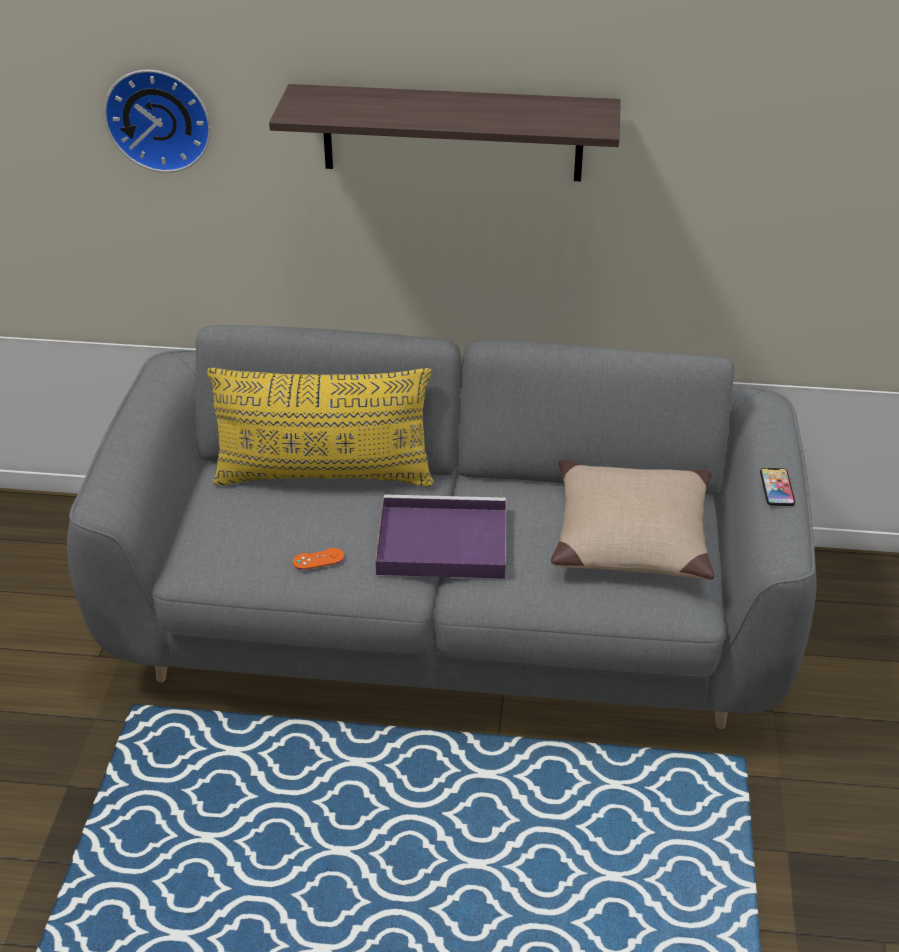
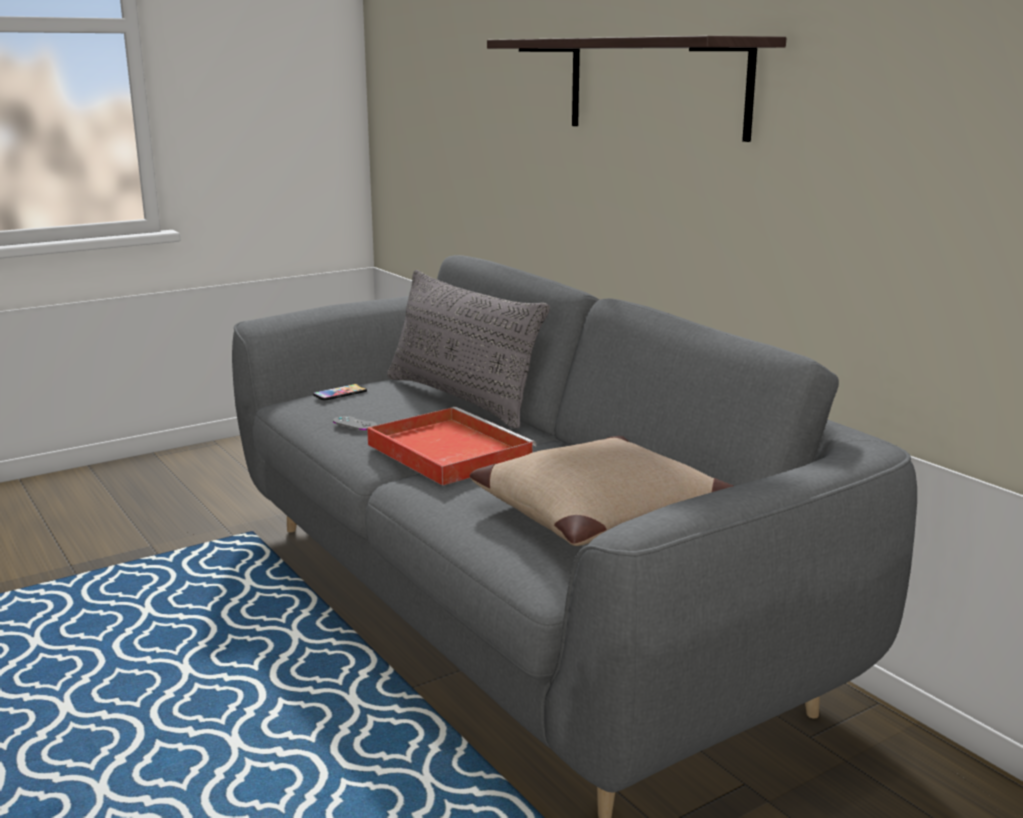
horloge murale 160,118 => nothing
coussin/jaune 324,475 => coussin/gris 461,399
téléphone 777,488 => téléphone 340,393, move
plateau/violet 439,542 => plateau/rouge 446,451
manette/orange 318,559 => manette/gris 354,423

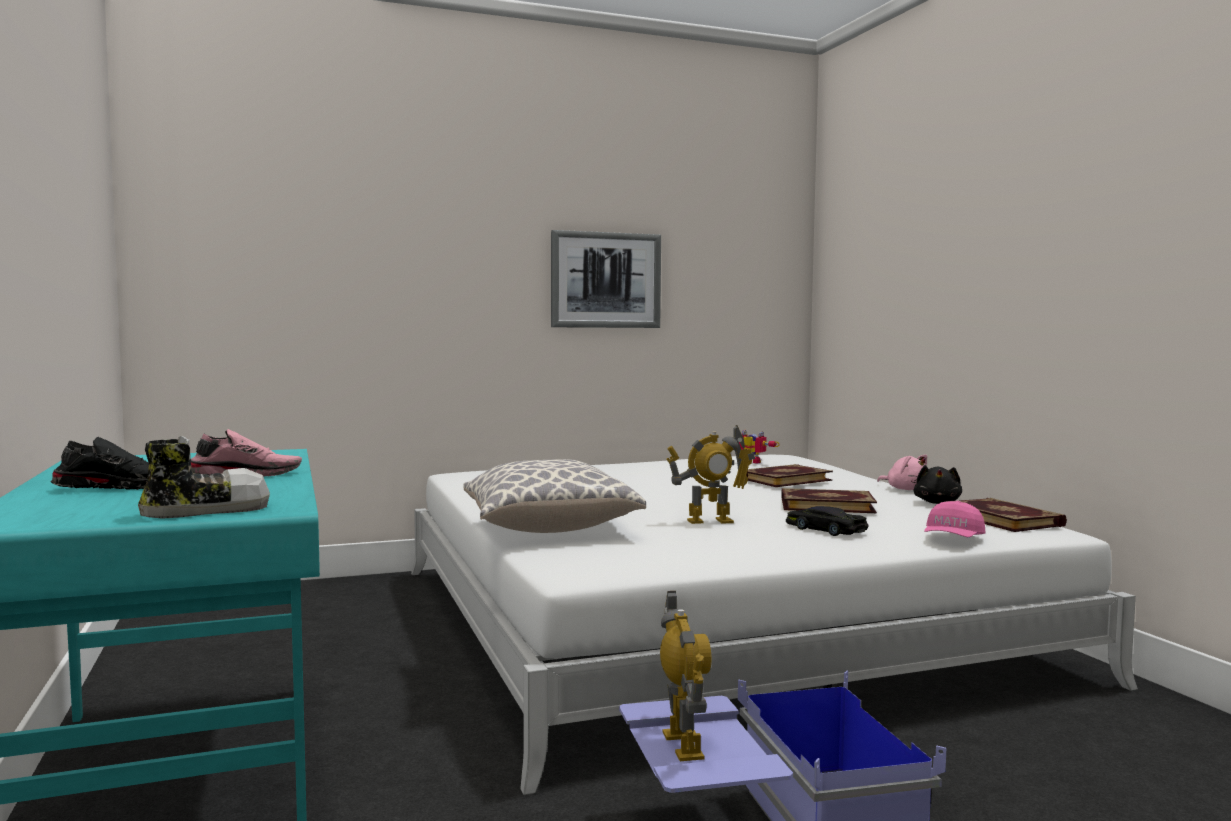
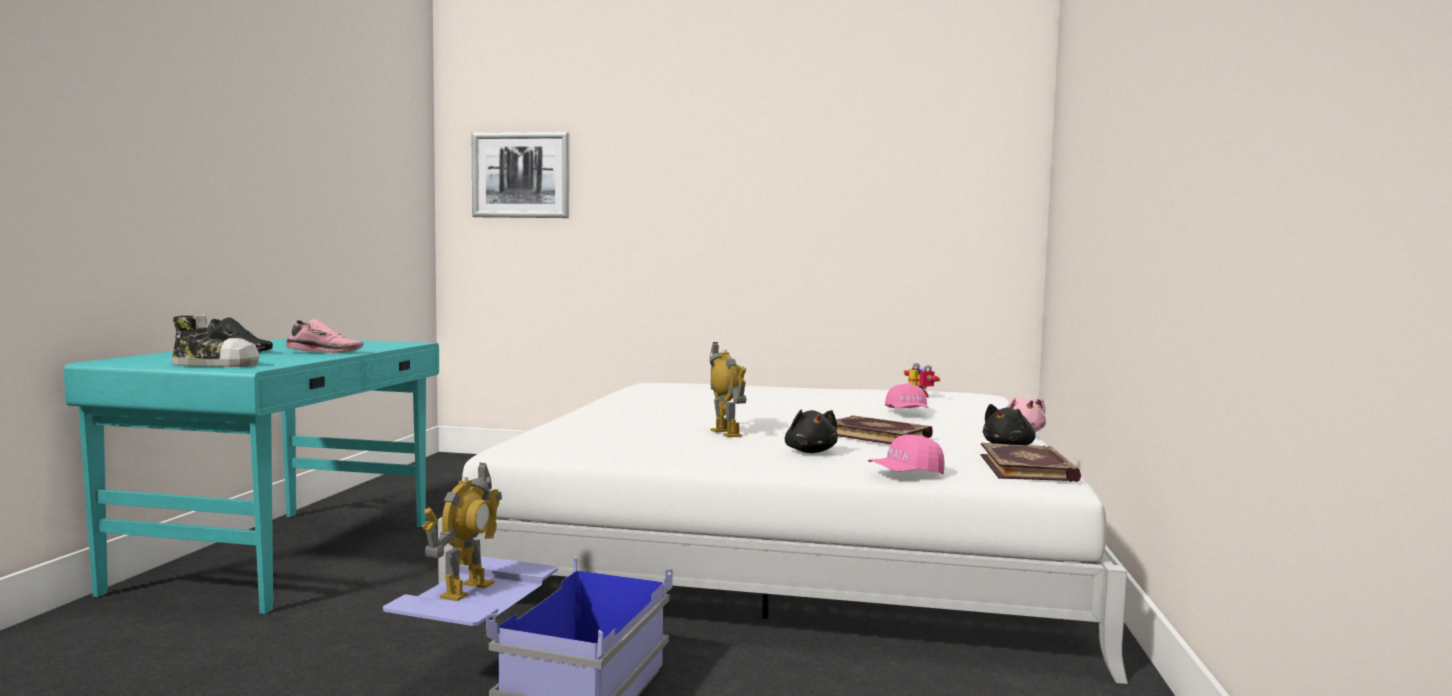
tableau 606,280 => tableau 521,175, move
robot jouet 710,521 => robot jouet 726,433, 135 degrees counterclockwise
coussin 549,529 => nothing
livre 784,479 => casquette/rose 907,412
petite voiture/noir 825,529 => peluche/noir 810,451

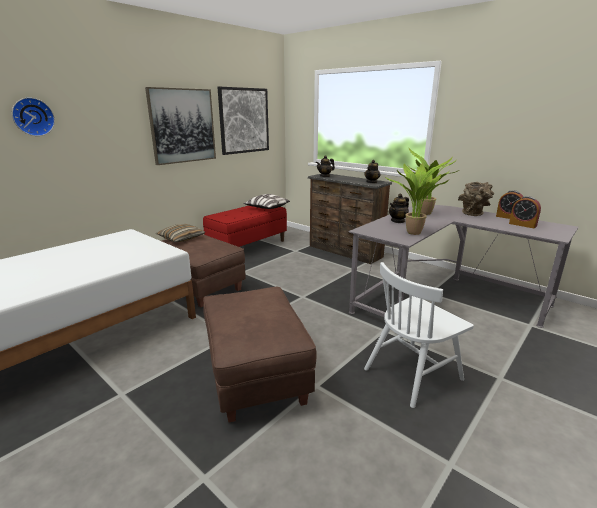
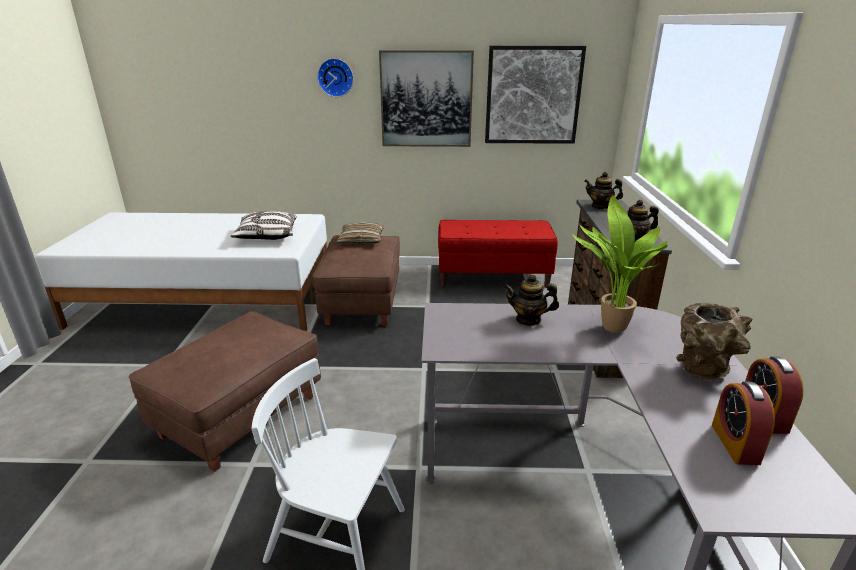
horloge murale 33,117 => horloge murale 336,77, move
plante en pot 413,232 => nothing
coussin 267,208 => coussin 267,236, move

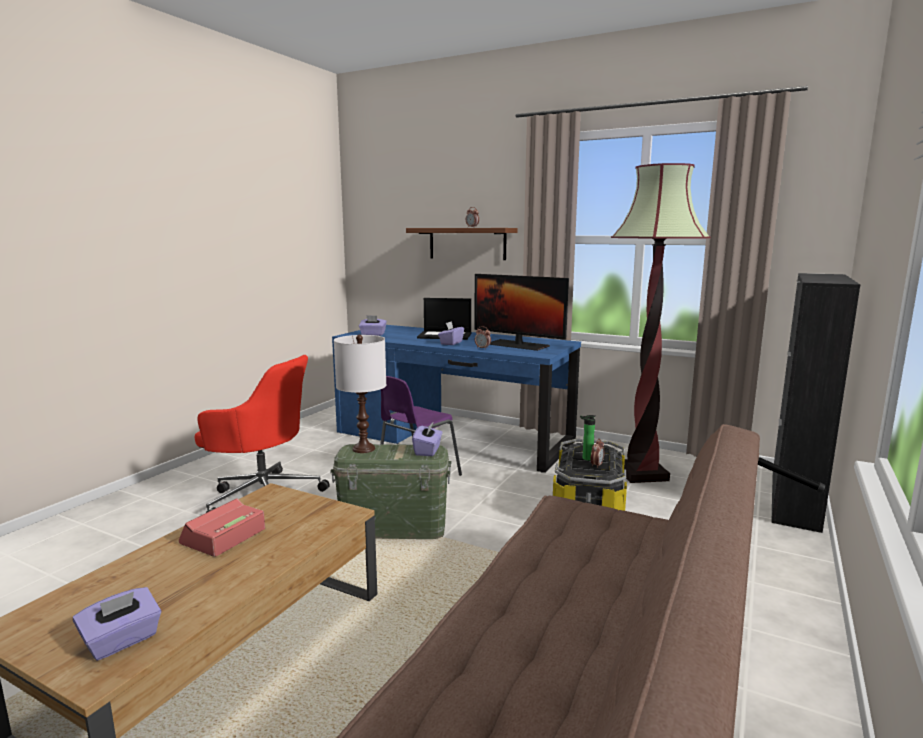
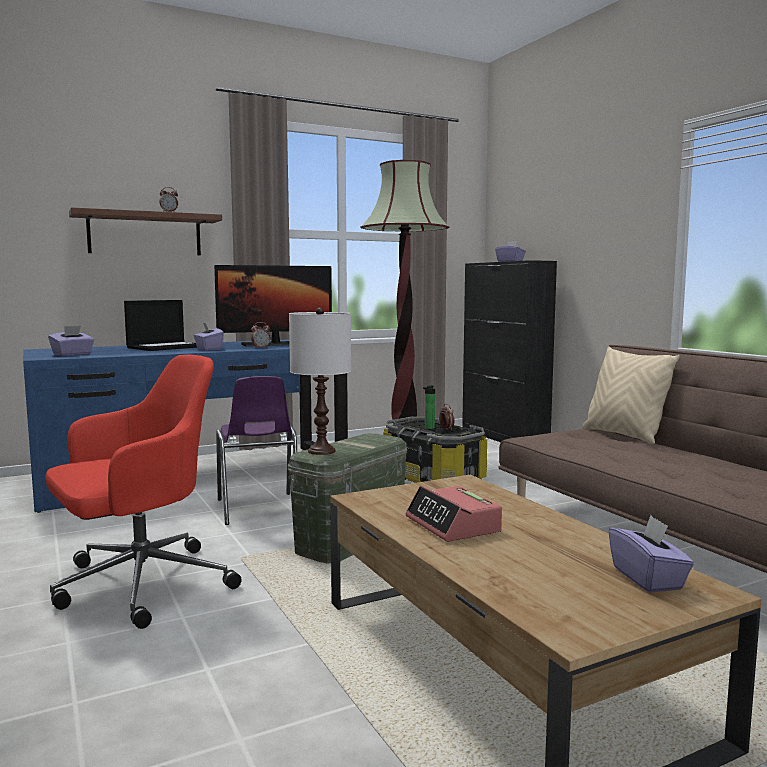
boîte à mouchoirs/violet 428,451 => boîte à mouchoirs/violet 510,262, move
nothing => coussin/beige 624,435

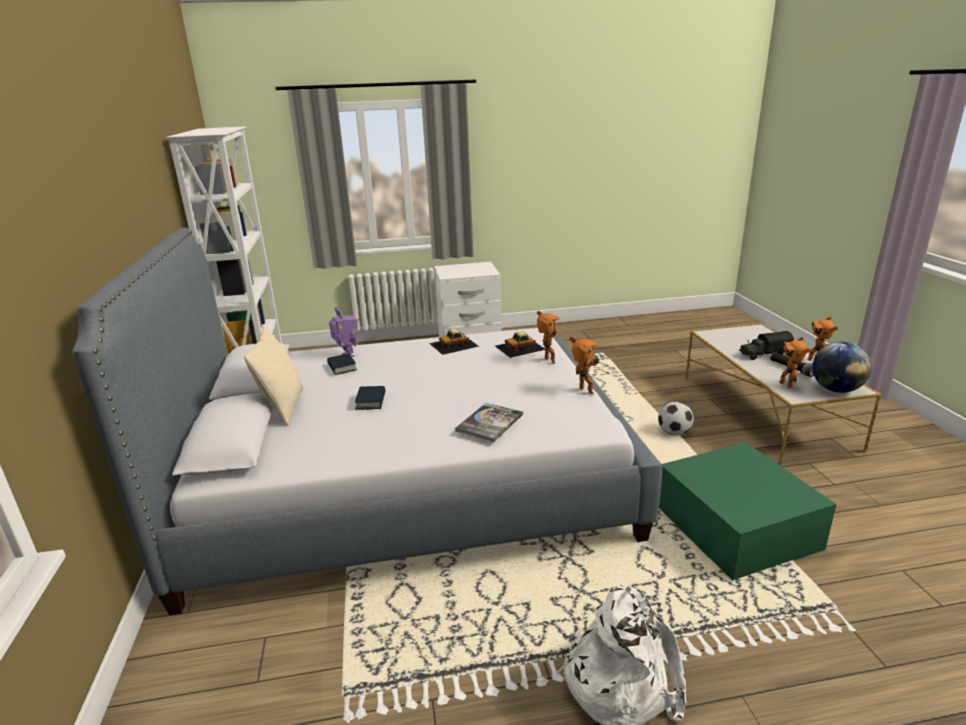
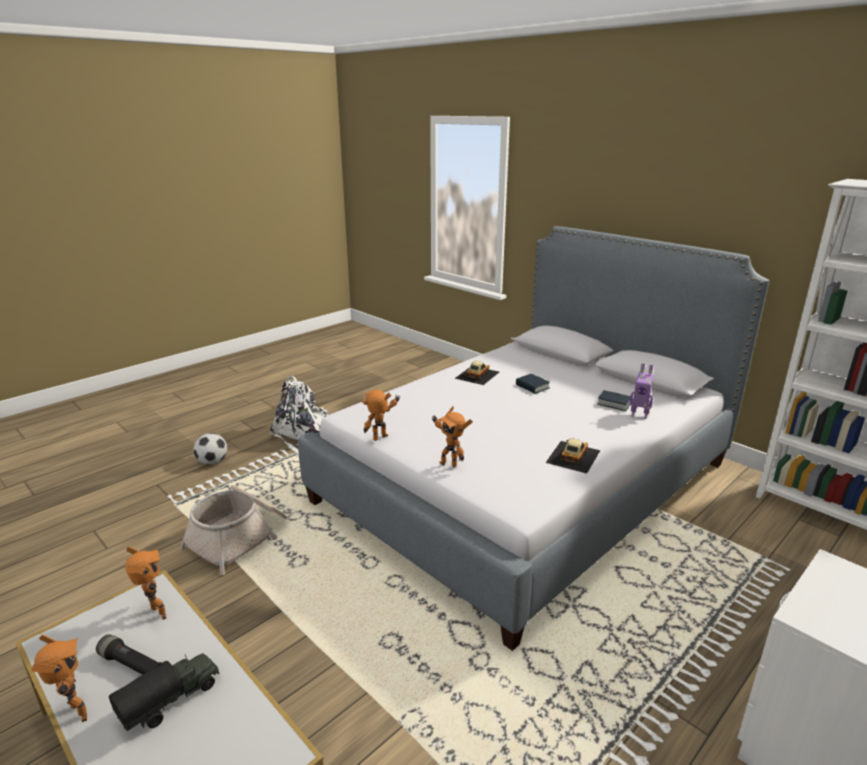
coussin/beige 283,407 => nothing
petite voiture 520,347 => petite voiture 477,375, move
robot jouet 584,391 => robot jouet 382,439, 120 degrees clockwise
globe 835,389 => nothing
ballon de foot 674,433 => ballon de foot 212,462, move
livre 489,423 => nothing
boîte de rangement/vert 736,527 => panier 239,538

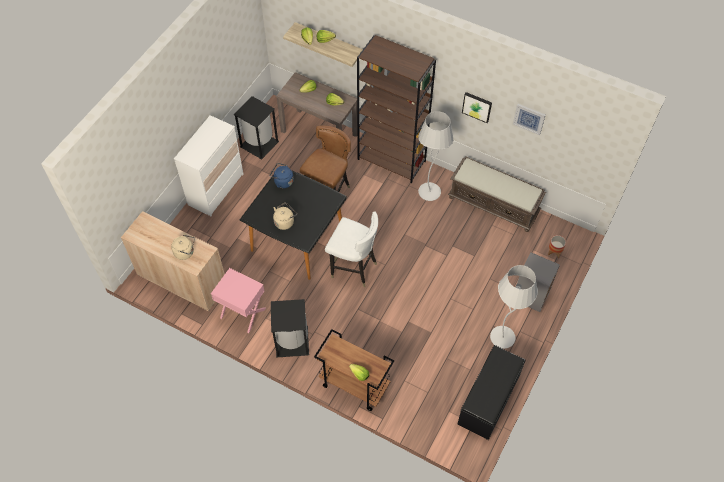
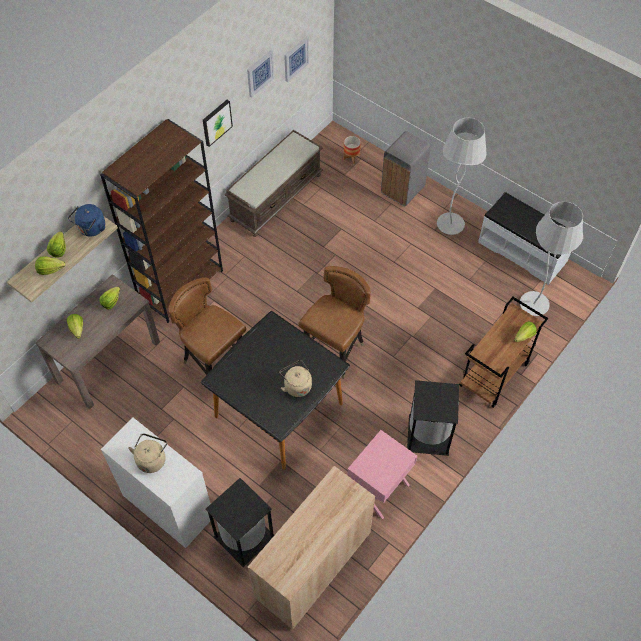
poubelle/noir 259,144 => poubelle/noir 245,536, move
lampadaire/blanc 429,192 => lampadaire/blanc 533,304, move
bouilloire/bleu 282,181 => bouilloire/bleu 91,229, move
chaise/blanc 353,268 => chaise/marron 335,352
bouilloire/beige 185,252 => bouilloire/beige 152,459, move
banc/noir 489,400 => banc/blanc 522,251
nothing => tableau 295,58

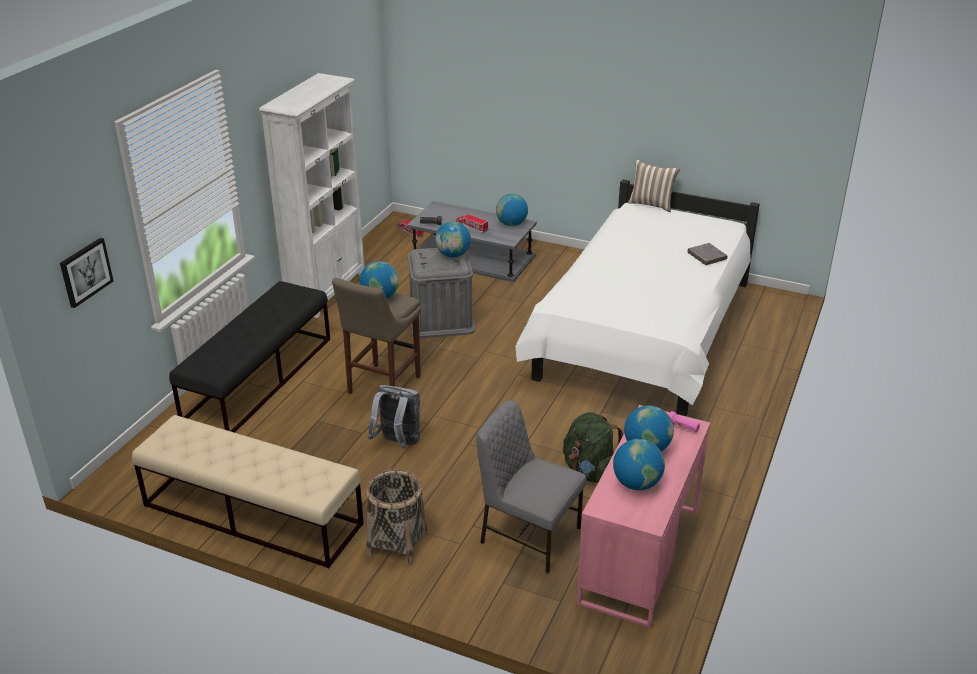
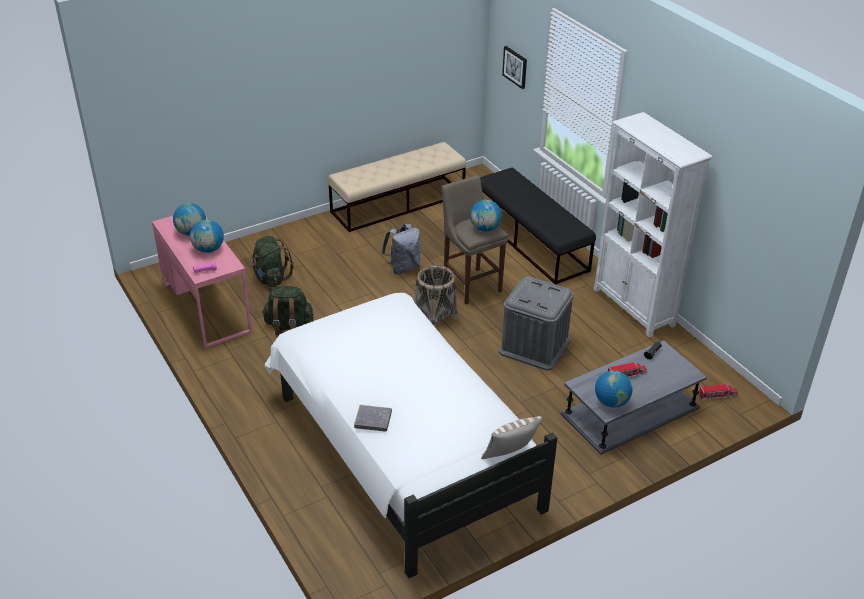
globe 453,255 => nothing
chaise/gris 528,535 => sac à dos/vert 271,278
panier 397,543 => panier 435,316, move

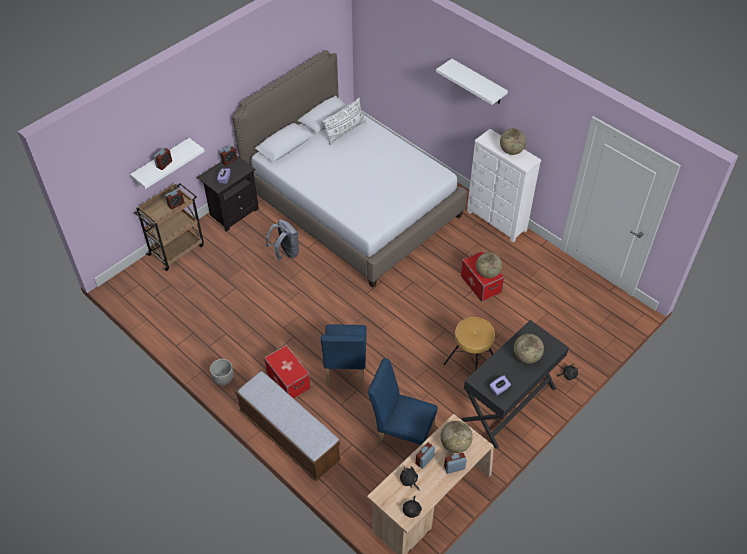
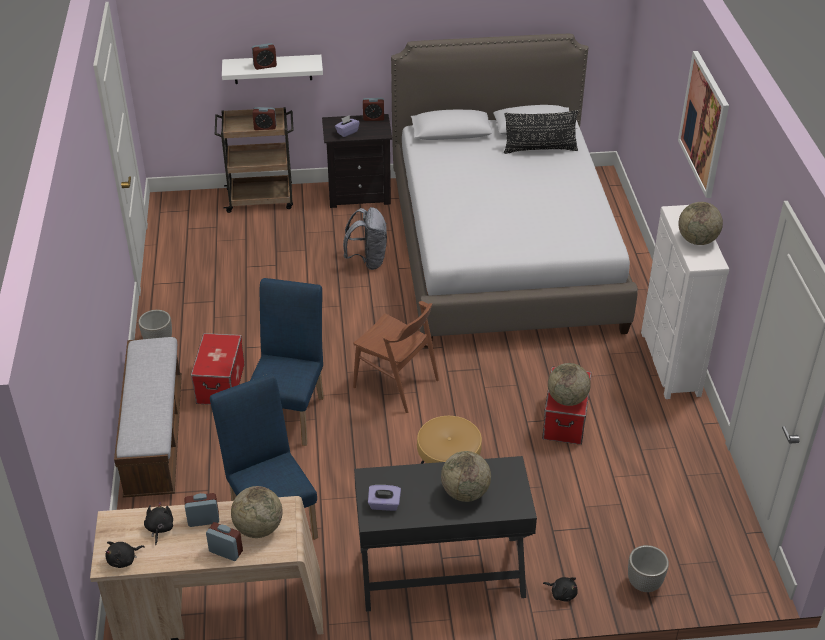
étagère/blanc 478,82 => tableau 704,124
coussin/blanc 345,131 => coussin/noir 540,149
chaise/bleu 345,371 => chaise/bleu 291,412, 150 degrees clockwise
nothing => chaise/marron 396,383
nothing => cache-pot 644,584

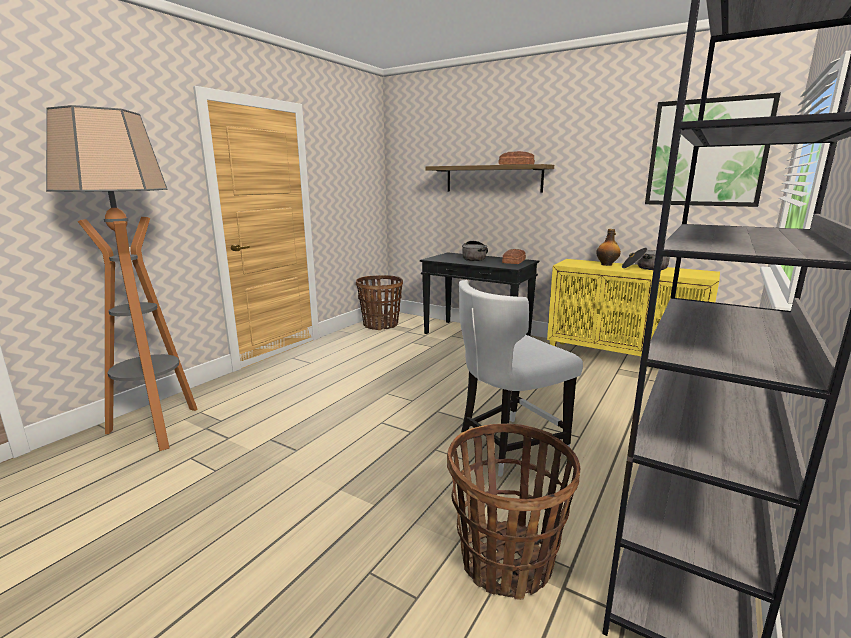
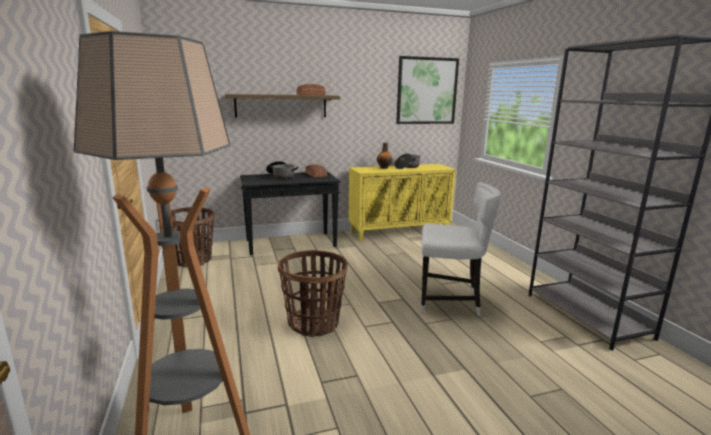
chaise/blanc 508,447 => chaise/blanc 450,302, 90 degrees counterclockwise
panier 506,560 => panier 314,323, move

